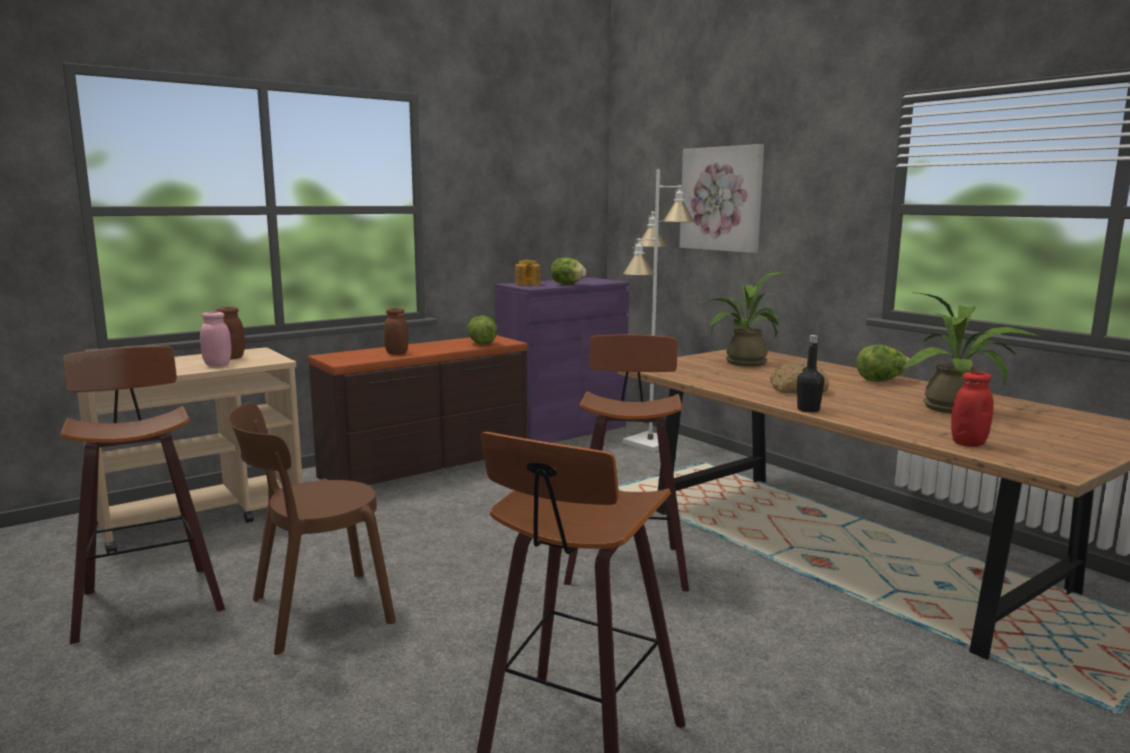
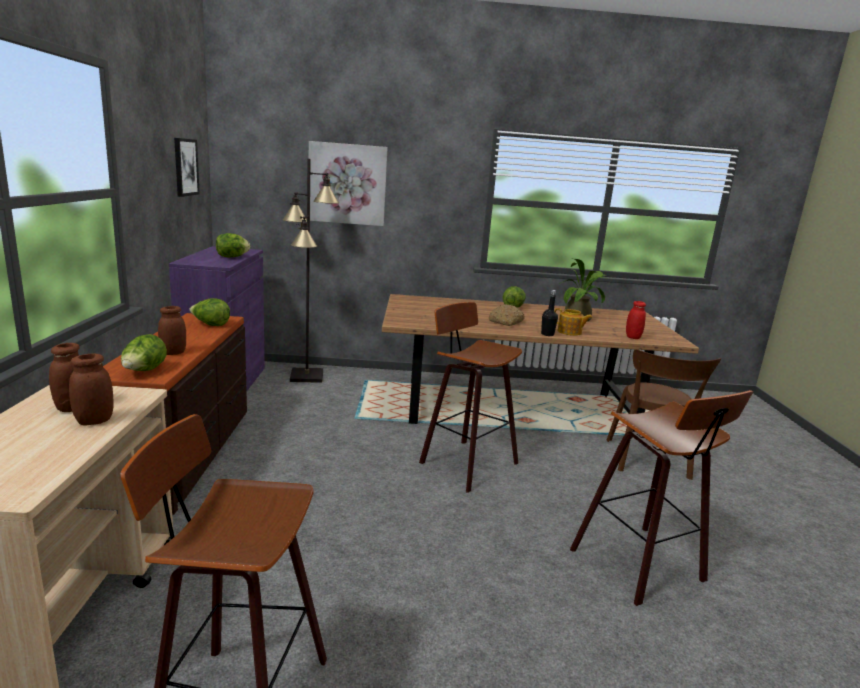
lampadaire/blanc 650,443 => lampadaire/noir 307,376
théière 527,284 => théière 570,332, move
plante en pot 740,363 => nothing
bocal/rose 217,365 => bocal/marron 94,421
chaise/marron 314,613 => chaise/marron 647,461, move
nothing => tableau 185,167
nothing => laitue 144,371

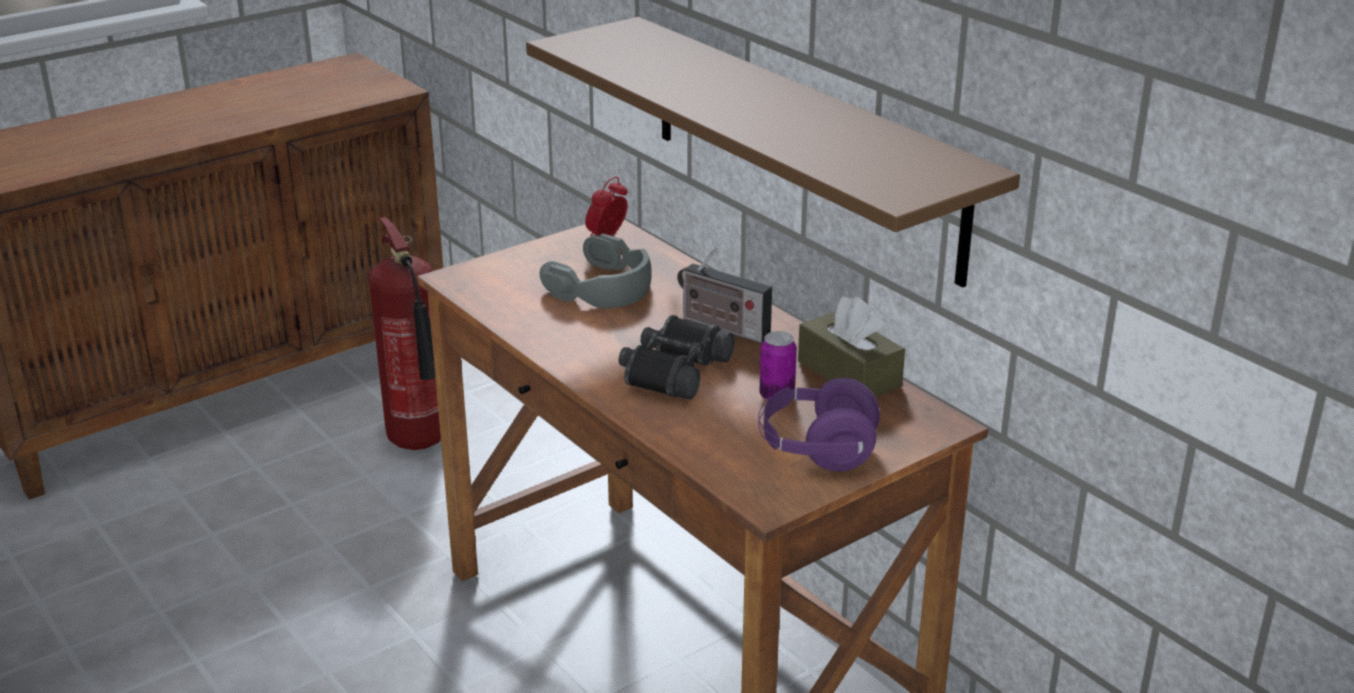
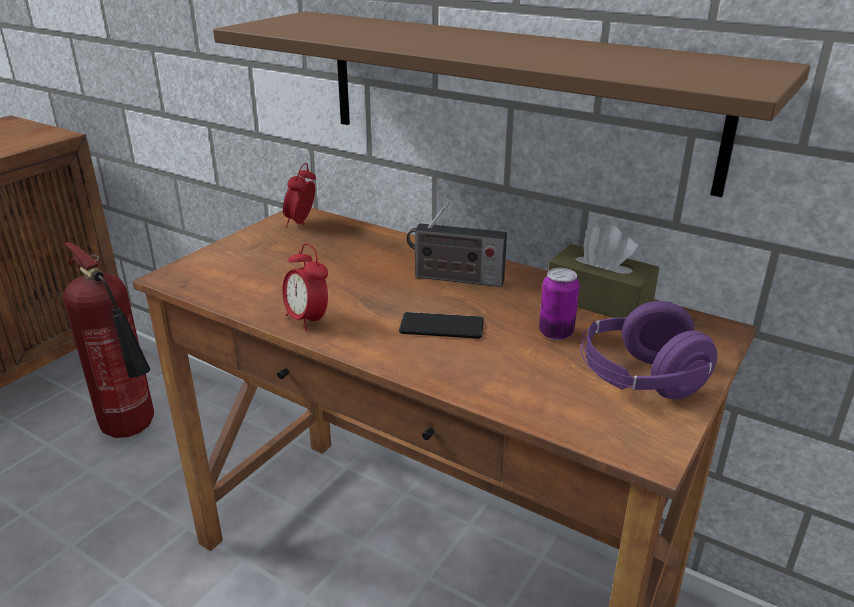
casque audio/gris 602,287 => nothing
jumelles/noir 673,370 => téléphone 441,327
nothing => réveil 307,320

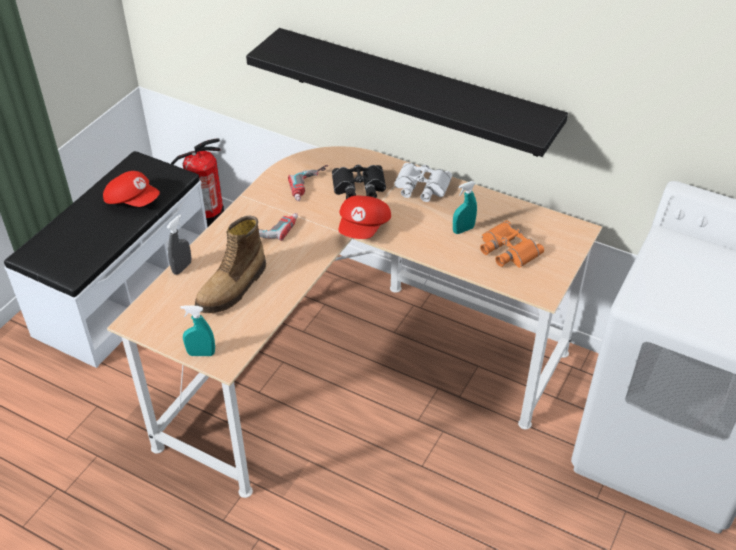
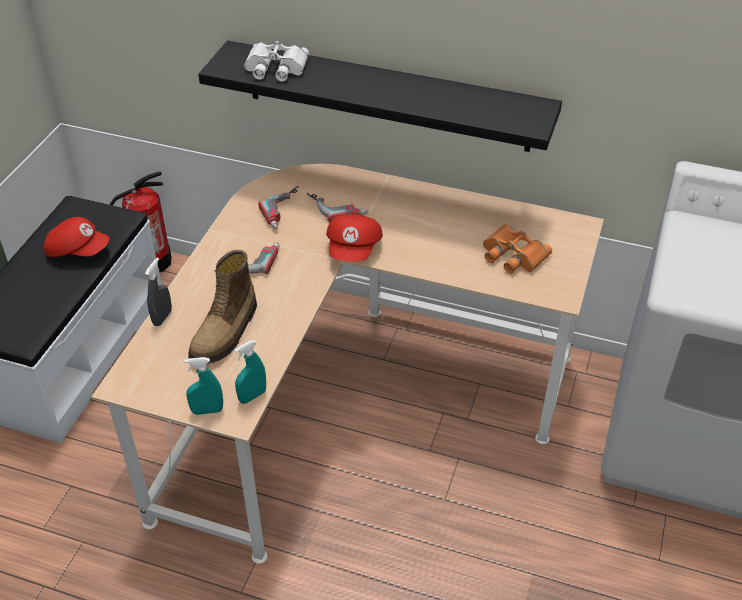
jumelles/blanc 421,187 => jumelles/blanc 275,68, move
jumelles/noir 359,187 => perceuse 337,207
vaporisateur/turquoise 463,230 => vaporisateur/turquoise 252,396, move

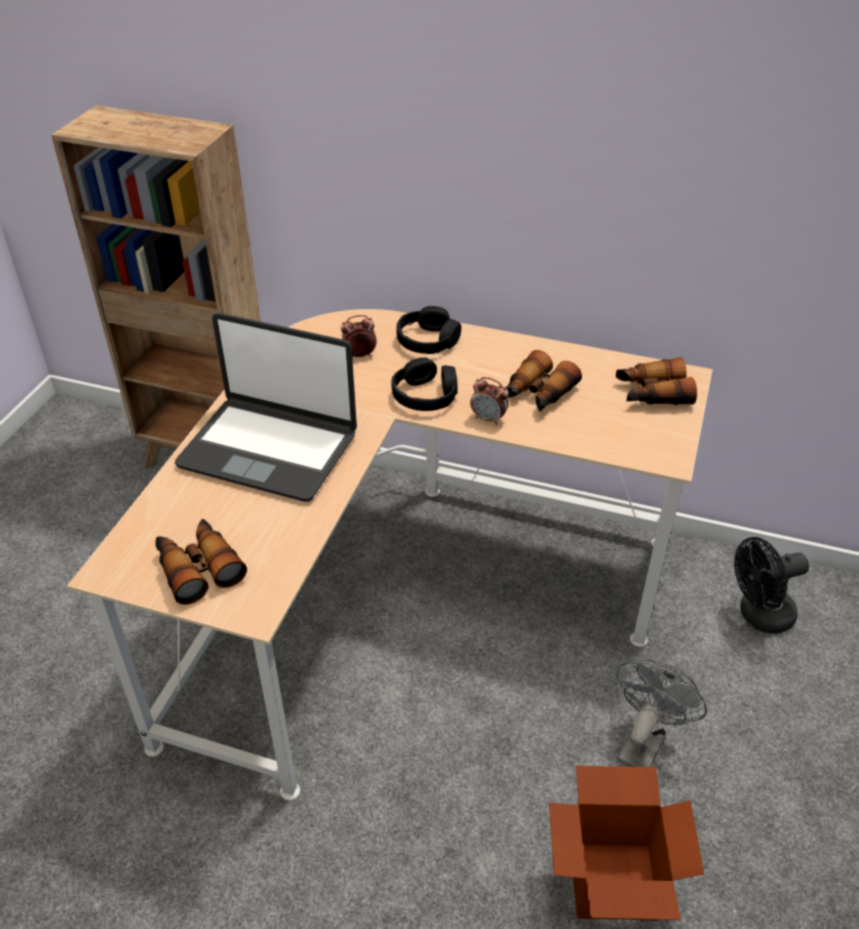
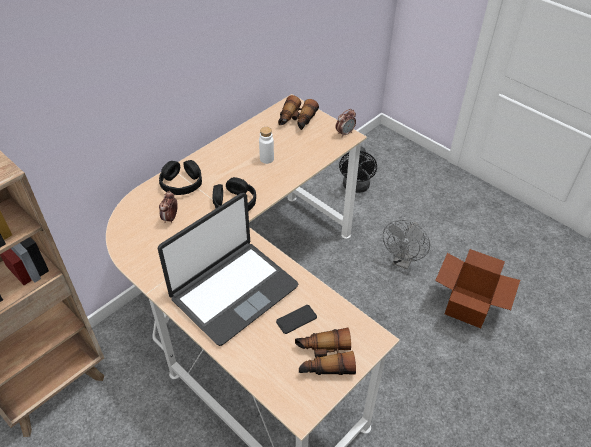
jumelles 537,394 => bouteille/blanc 266,159
réveil 488,419 => réveil 345,133, move
ventilateur/gris 644,741 => ventilateur/gris 403,261, 120 degrees counterclockwise
nothing => téléphone 296,319

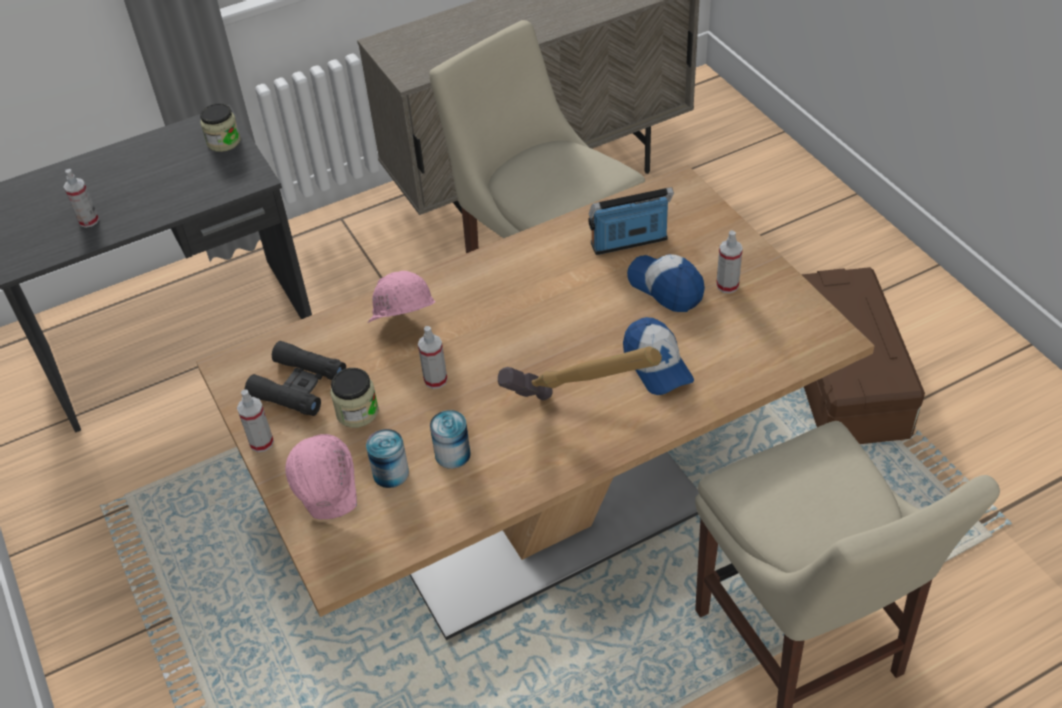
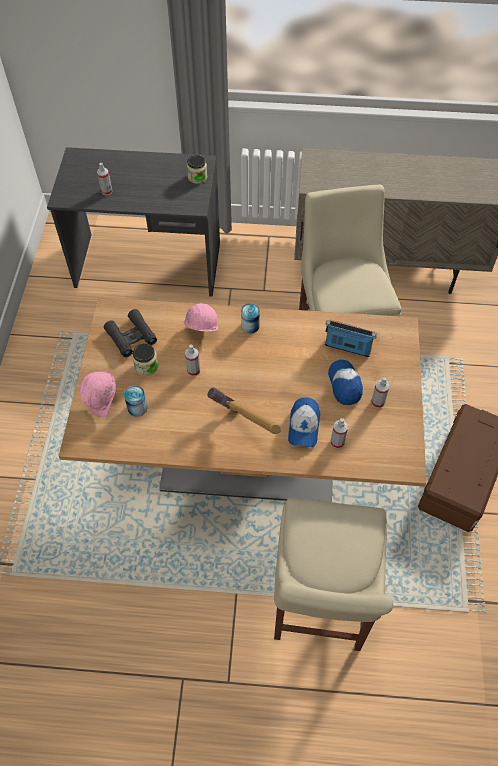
vaporisateur 261,442 => vaporisateur 337,442, move
boîte métallique 452,454 => boîte métallique 250,326, move

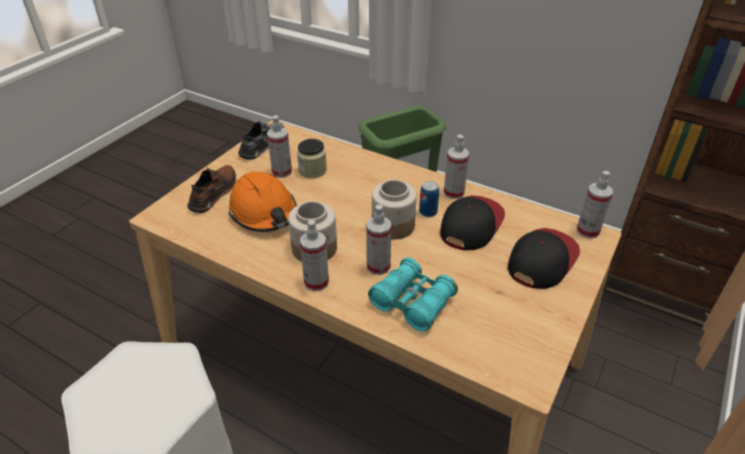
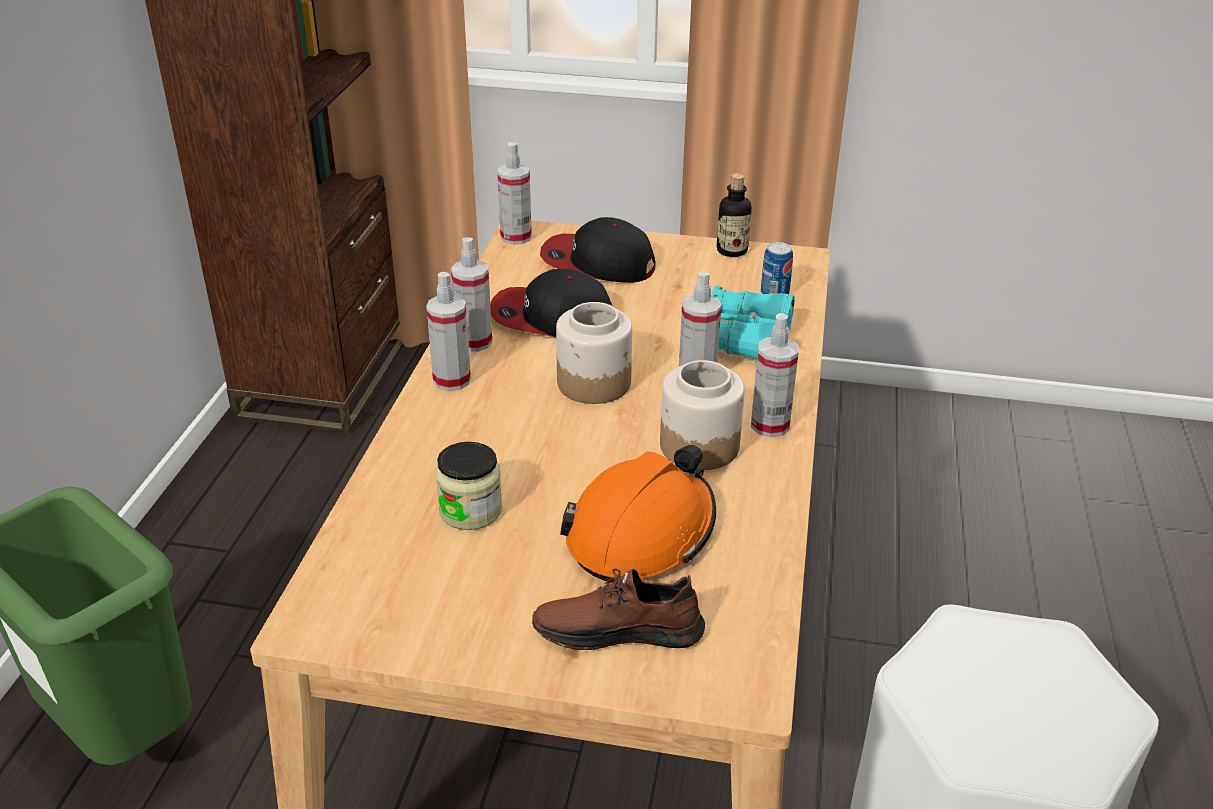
vaporisateur 282,172 => vaporisateur 452,380, move
chaussure/gris 263,144 => nothing
boîte métallique 428,212 => boîte métallique 774,293, move
nothing => bouteille 732,251

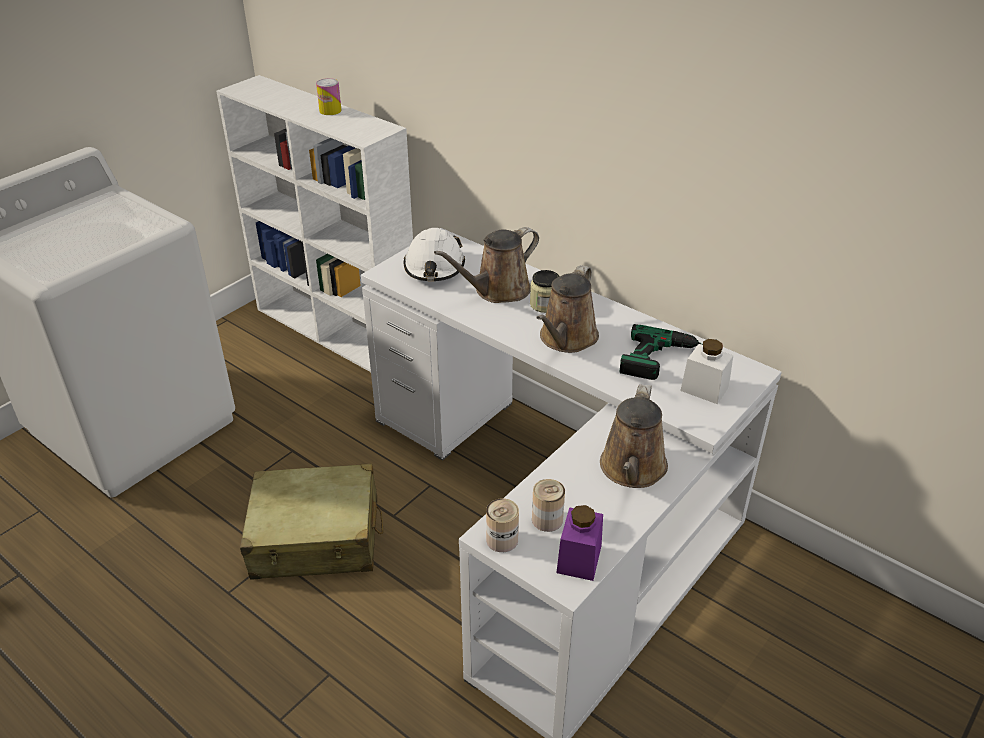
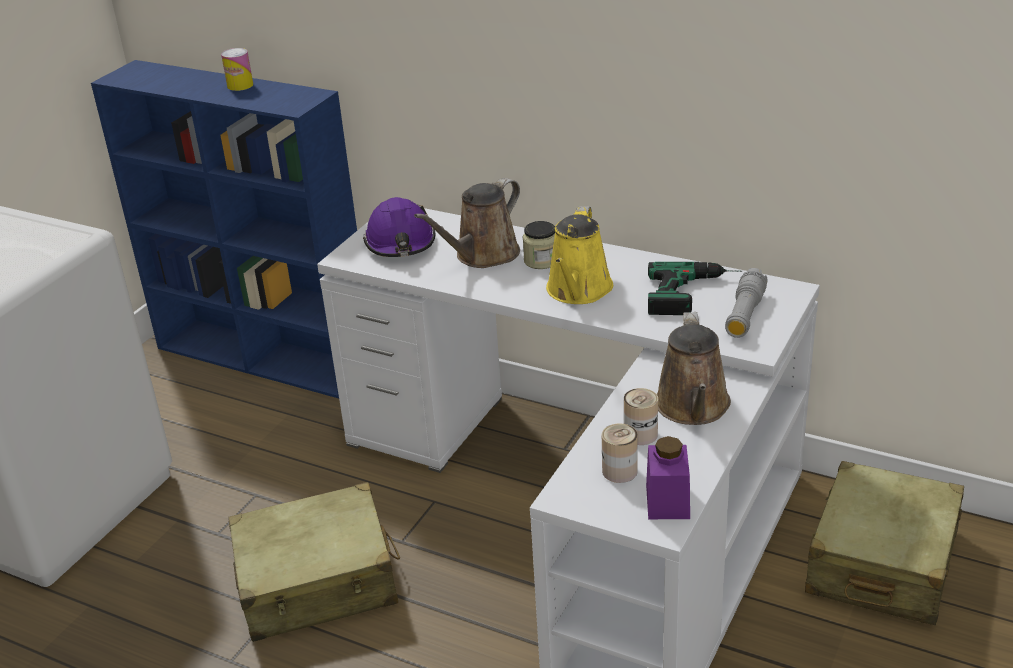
bibliothèque/blanc 337,332 => bibliothèque/bleu 267,357
casque de chantier/blanc 434,267 => casque de chantier/violet 400,243
arrosoir/marron 566,339 => arrosoir/jaune 578,291
bocal/blanc 704,389 => lampe de poche/gris 745,314
boîte métallique 502,540 => boîte métallique 640,434, move
nothing => valise/beige 882,563

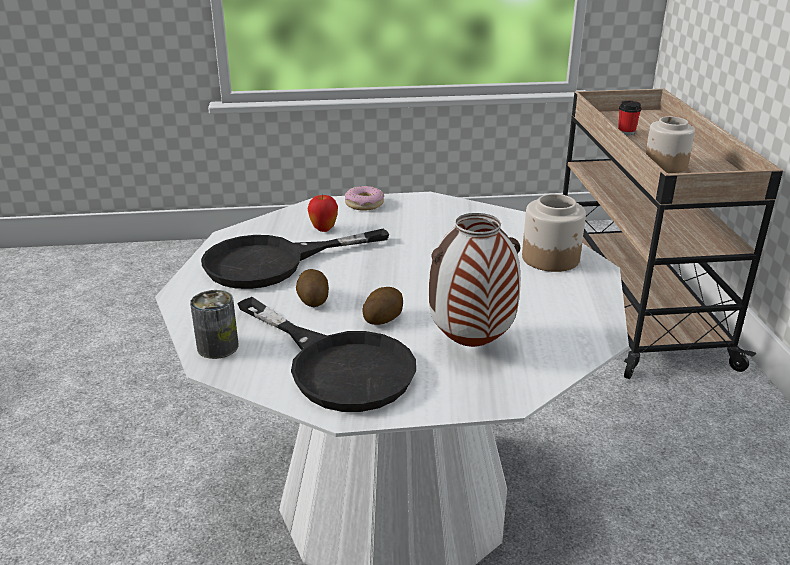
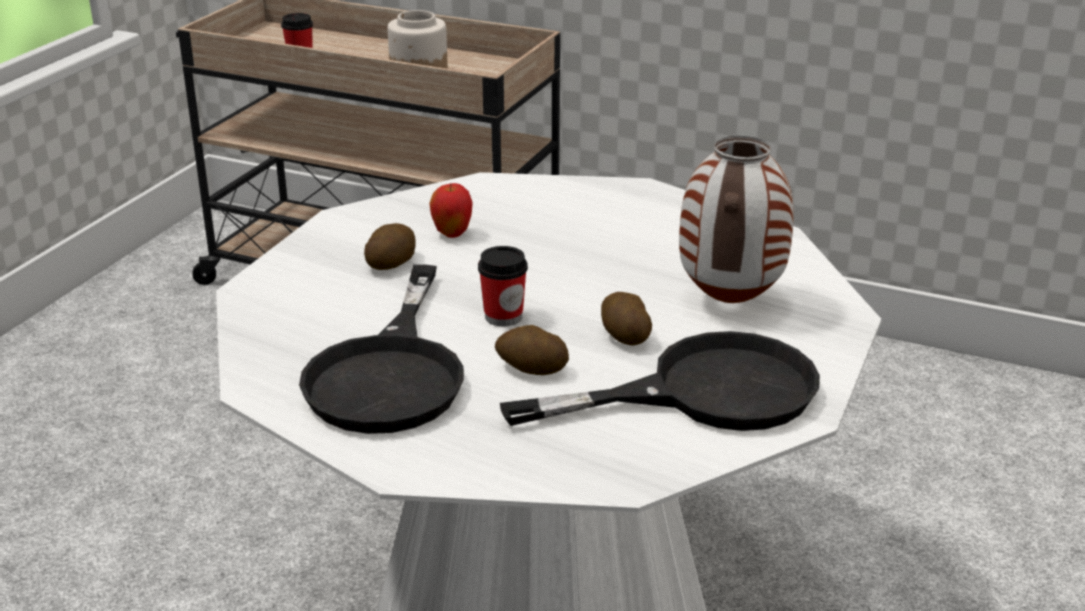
beignet 364,204 => nothing
pomme 323,229 => pomme 452,234, move
bocal 551,258 => nothing
boîte métallique 218,347 => nothing
nothing => pomme de terre 391,263
nothing => tasse 503,317

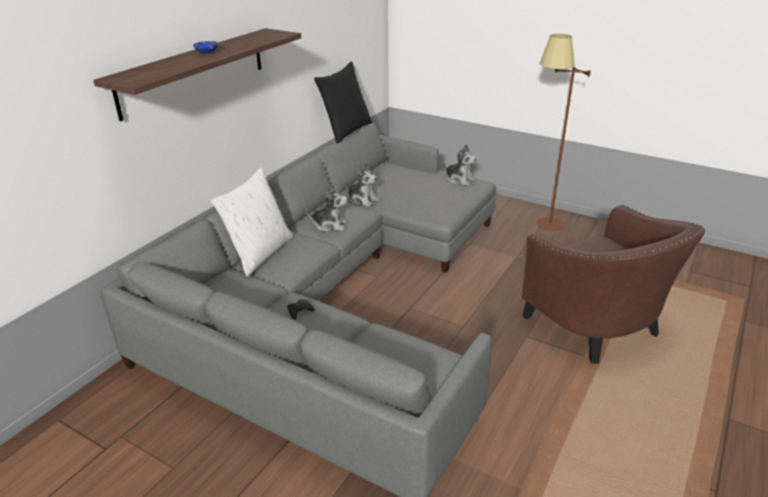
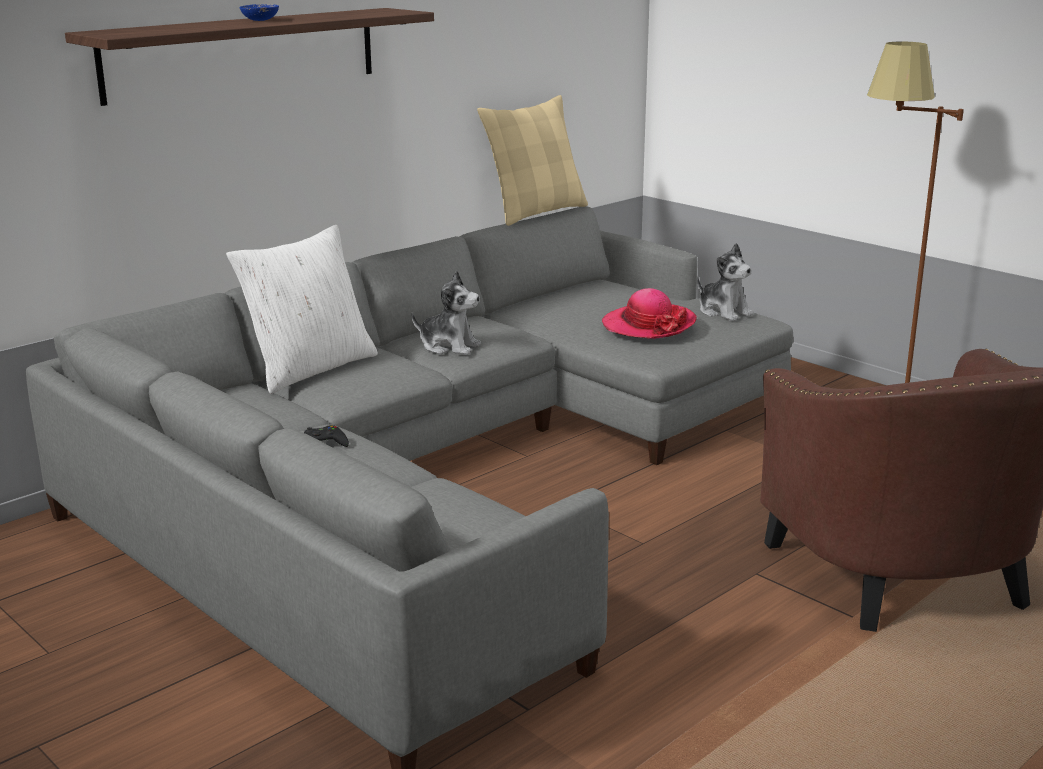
coussin/noir 347,131 => coussin/beige 536,213
peluche 362,200 => nothing
nothing => chapeau 648,325

